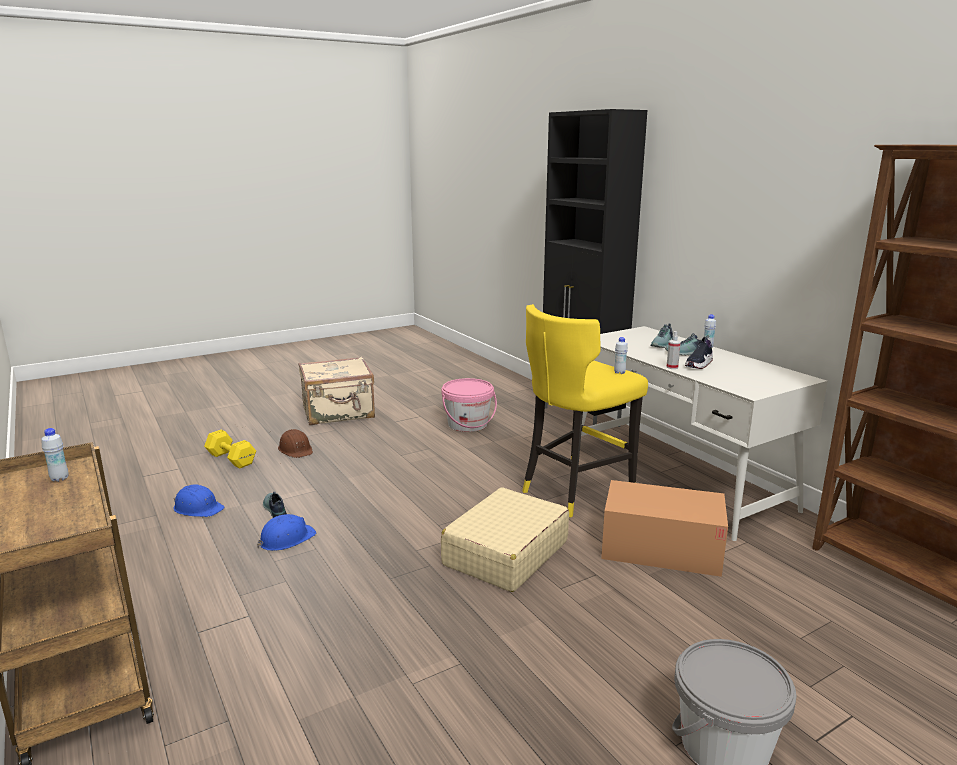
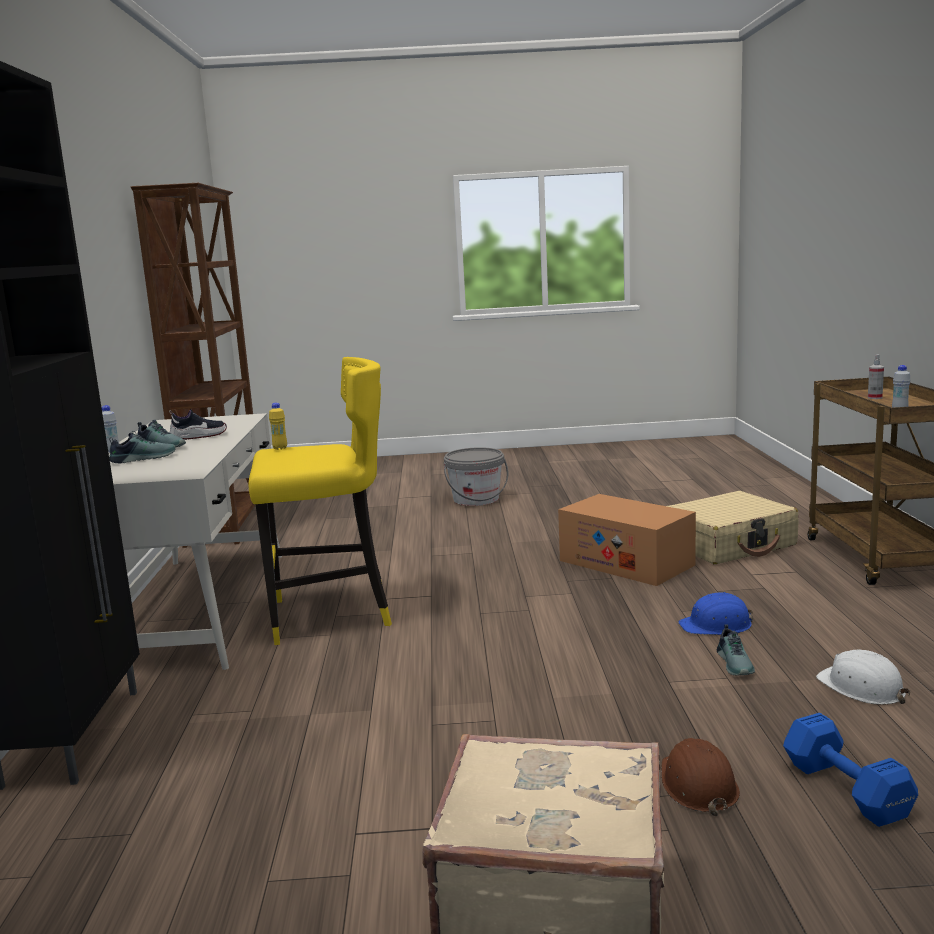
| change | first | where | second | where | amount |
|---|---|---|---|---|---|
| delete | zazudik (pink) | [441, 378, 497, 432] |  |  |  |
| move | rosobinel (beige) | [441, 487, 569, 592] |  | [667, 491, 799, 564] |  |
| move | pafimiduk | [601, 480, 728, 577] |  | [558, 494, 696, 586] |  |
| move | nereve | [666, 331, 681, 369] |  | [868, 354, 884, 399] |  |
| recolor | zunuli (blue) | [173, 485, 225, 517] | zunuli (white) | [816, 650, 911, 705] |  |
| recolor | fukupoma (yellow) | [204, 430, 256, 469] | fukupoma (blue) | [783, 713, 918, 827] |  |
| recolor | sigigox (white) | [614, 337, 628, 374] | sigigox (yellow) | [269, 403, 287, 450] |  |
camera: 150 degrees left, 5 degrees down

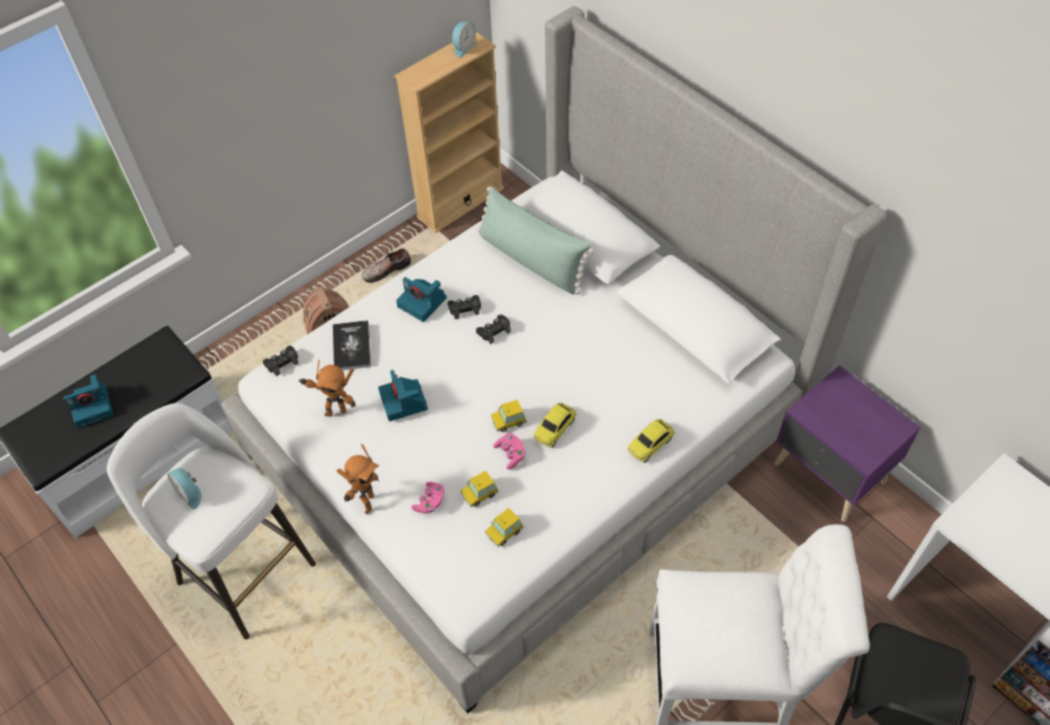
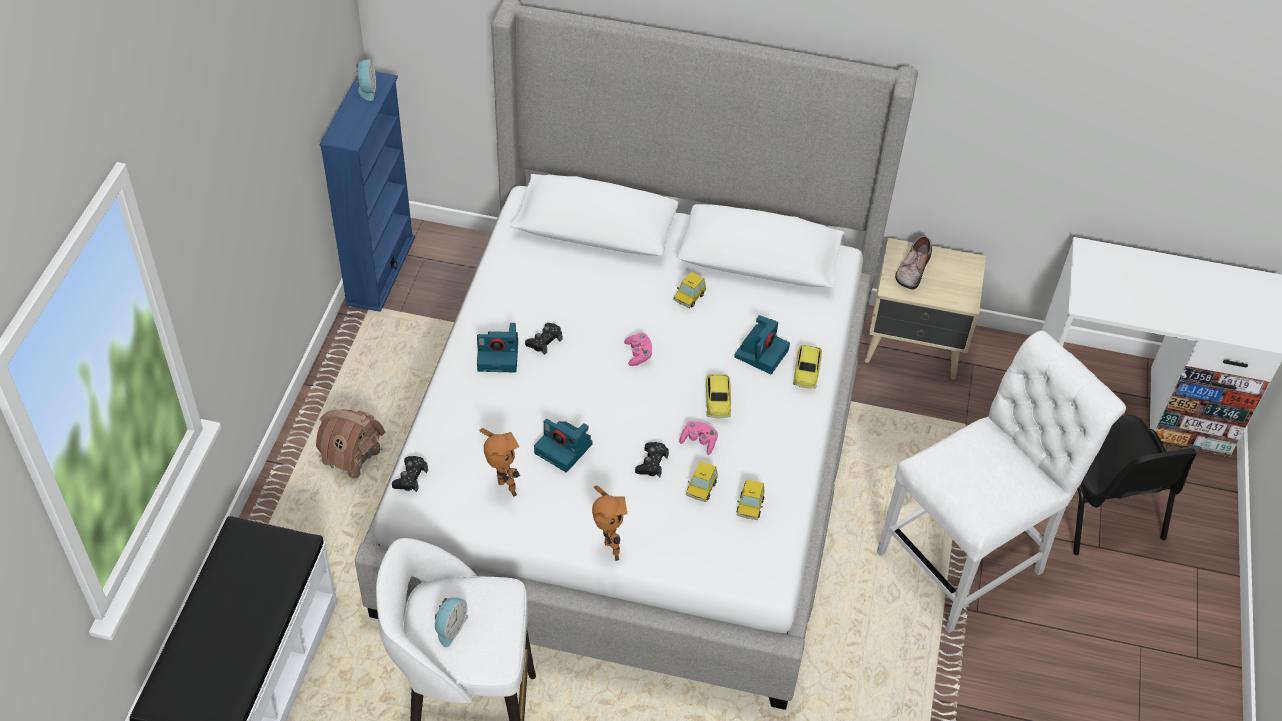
| change | first | where | second | where | amount |
|---|---|---|---|---|---|
| delete | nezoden | [333, 320, 371, 370] |  |  |  |
| delete | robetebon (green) | [477, 186, 594, 295] |  |  |  |
| move | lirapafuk | [63, 374, 113, 428] |  | [734, 315, 790, 374] |  |
| move | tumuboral | [362, 248, 411, 283] |  | [895, 236, 932, 290] |  |
| move | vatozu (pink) | [411, 482, 445, 513] |  | [624, 333, 652, 366] |  |
| move | vatozu (black) | [476, 315, 511, 344] |  | [635, 442, 669, 477] |  |
| move | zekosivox | [491, 400, 526, 432] |  | [673, 272, 706, 308] |  |
| recolor | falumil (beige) | [394, 32, 504, 233] | falumil (blue) | [320, 71, 415, 312] |  |
| recolor | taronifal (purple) | [775, 365, 921, 522] | taronifal (beige) | [865, 238, 986, 380] |  |
| rotate | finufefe | [168, 468, 201, 509] |  | [435, 597, 468, 647] | 75 degrees counterclockwise |
| rotate | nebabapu | [298, 360, 356, 417] |  | [479, 428, 520, 497] | 90 degrees counterclockwise |
camera: 40 degrees left, 5 degrees down

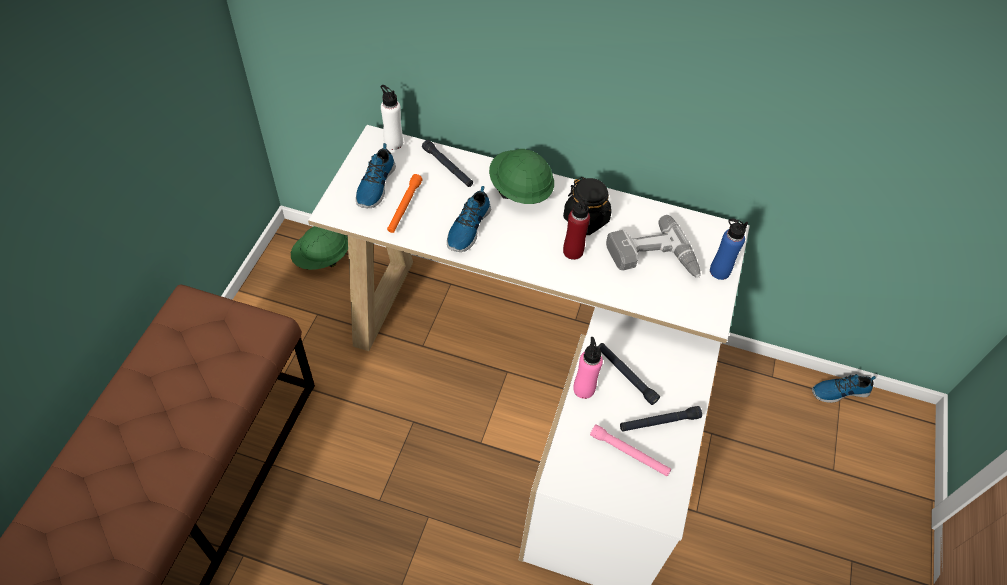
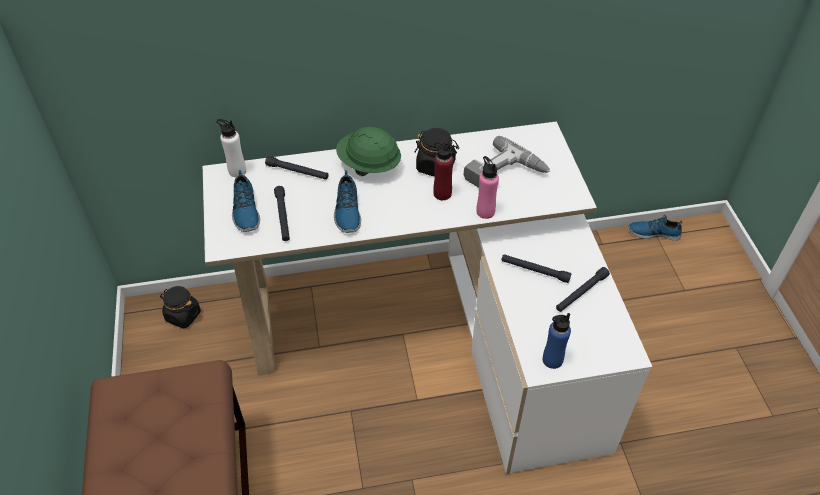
| change | first | where | second | where | amount |
|---|---|---|---|---|---|
| delete | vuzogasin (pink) | [590, 424, 671, 476] |  |  |  |
| move | sigigox (pink) | [573, 337, 603, 399] |  | [476, 156, 499, 219] |  |
| move | sigigox (blue) | [710, 219, 748, 280] |  | [543, 313, 571, 369] |  |
| replace | zunuli (green) | [291, 226, 348, 270] | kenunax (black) | [160, 286, 201, 329] |  |
| recolor | vuzogasin (orange) | [387, 174, 422, 233] | vuzogasin (black) | [274, 186, 290, 241] |  |
| rotate | tumuboral | [812, 374, 876, 403] |  | [629, 215, 682, 241] | 45 degrees clockwise |
camera: 25 degrees left, 5 degrees down

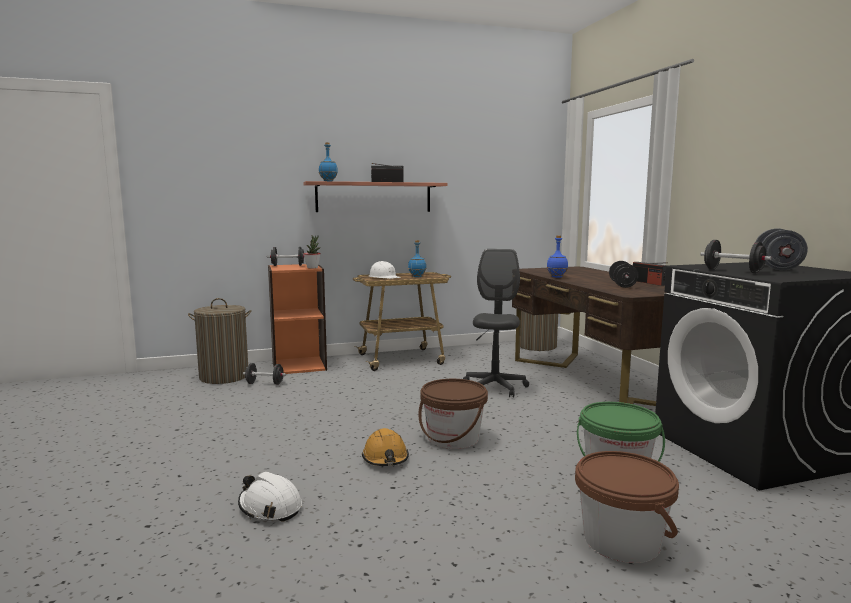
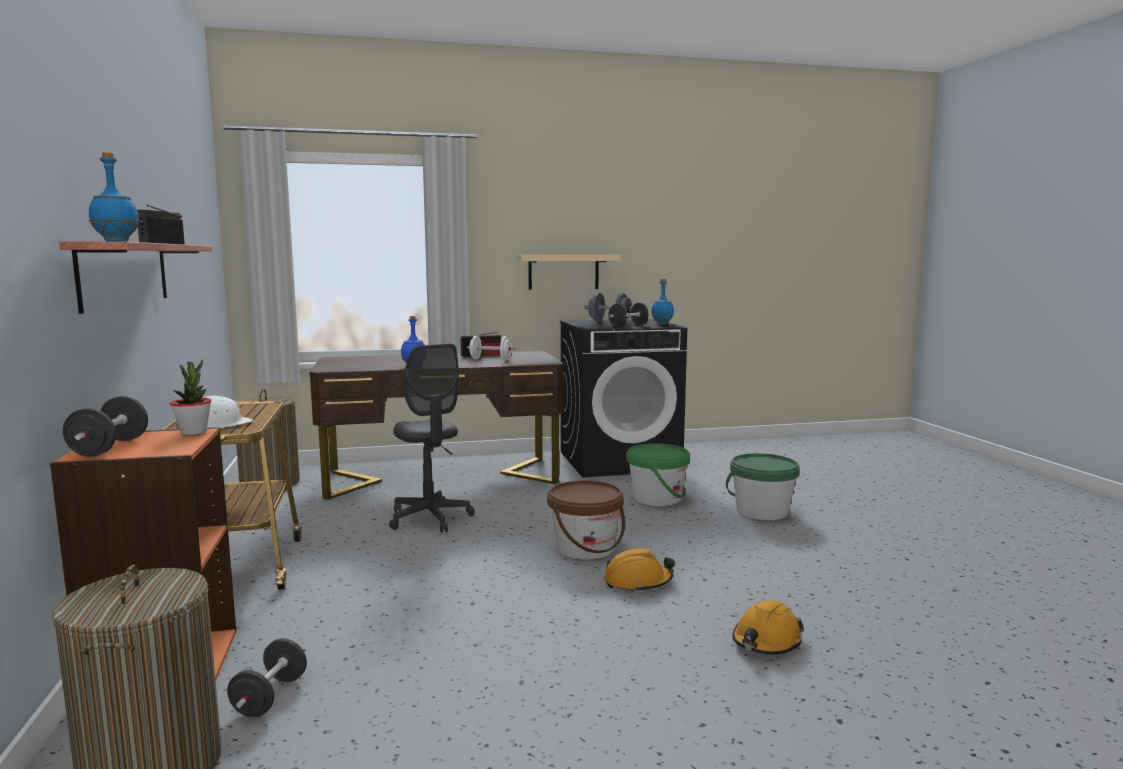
| change | first | where | second | where | amount |
|---|---|---|---|---|---|
| insert |  |  | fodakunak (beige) | [516, 255, 621, 290] |  |
| move | sigigox (blue) | [408, 240, 427, 277] |  | [651, 279, 674, 325] |  |
| recolor | zunuli (white) | [238, 472, 302, 522] | zunuli (orange) | [732, 600, 804, 655] |  |
| recolor | zazudik (brown) | [575, 451, 679, 563] | zazudik (green) | [726, 453, 800, 521] |  |
| recolor | fukupoma (black) | [609, 261, 639, 288] | fukupoma (white) | [467, 336, 515, 361] |  |
| rotate | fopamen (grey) | [463, 249, 529, 398] |  | [389, 344, 475, 533] | 135 degrees counterclockwise |
camera: 85 degrees left, 0 degrees up

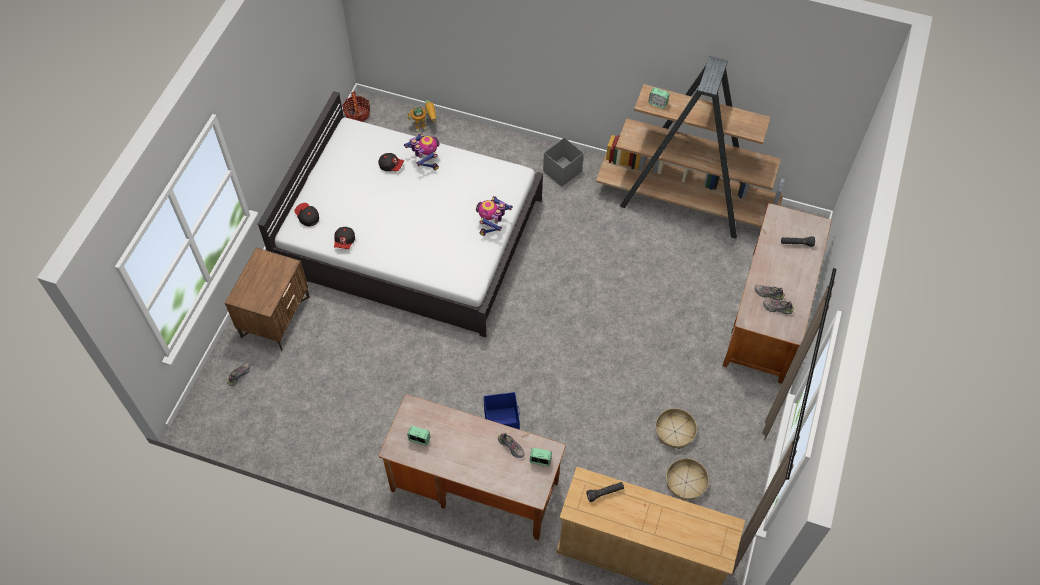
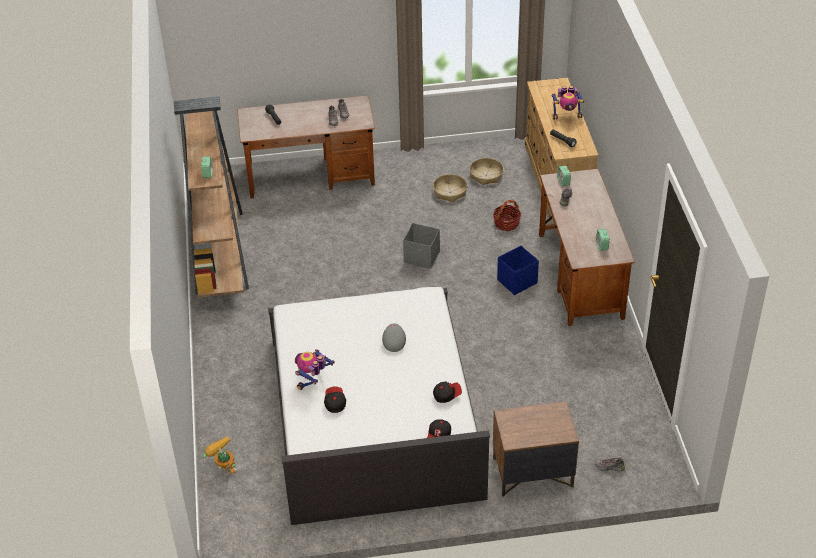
| change | first | where | second | where | amount |
|---|---|---|---|---|---|
| insert |  |  | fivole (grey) | [382, 324, 406, 352] |  |
| move | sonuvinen | [342, 91, 370, 122] |  | [493, 200, 521, 231] |  |
| move | nebabapu | [476, 196, 513, 236] |  | [551, 86, 585, 120] |  |
| move | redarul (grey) | [543, 137, 584, 187] |  | [403, 223, 440, 269] |  |
camera: 115 degrees left, 15 degrees down

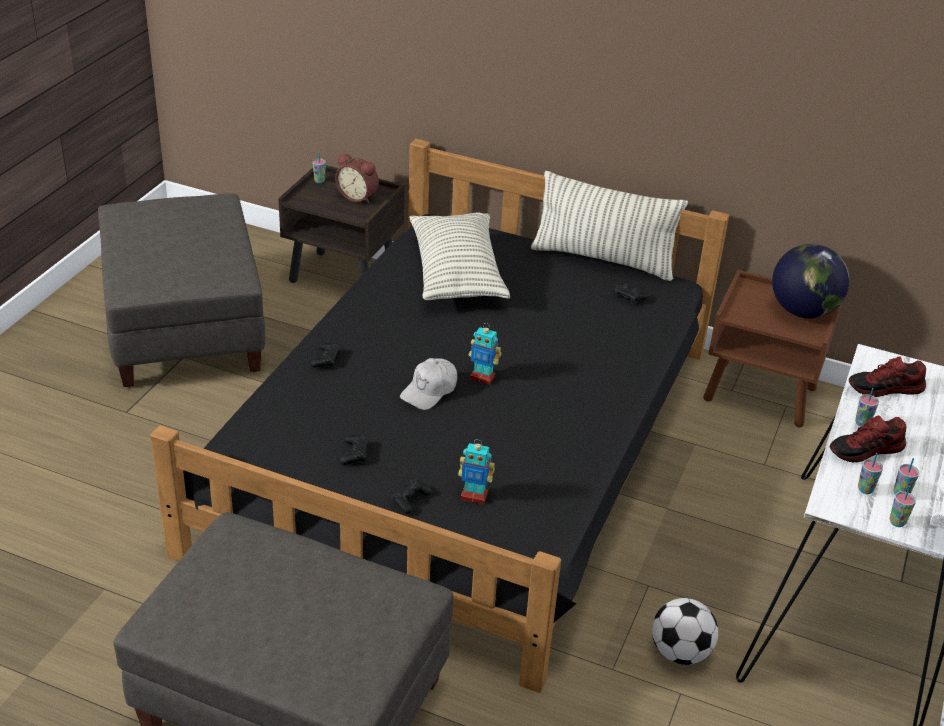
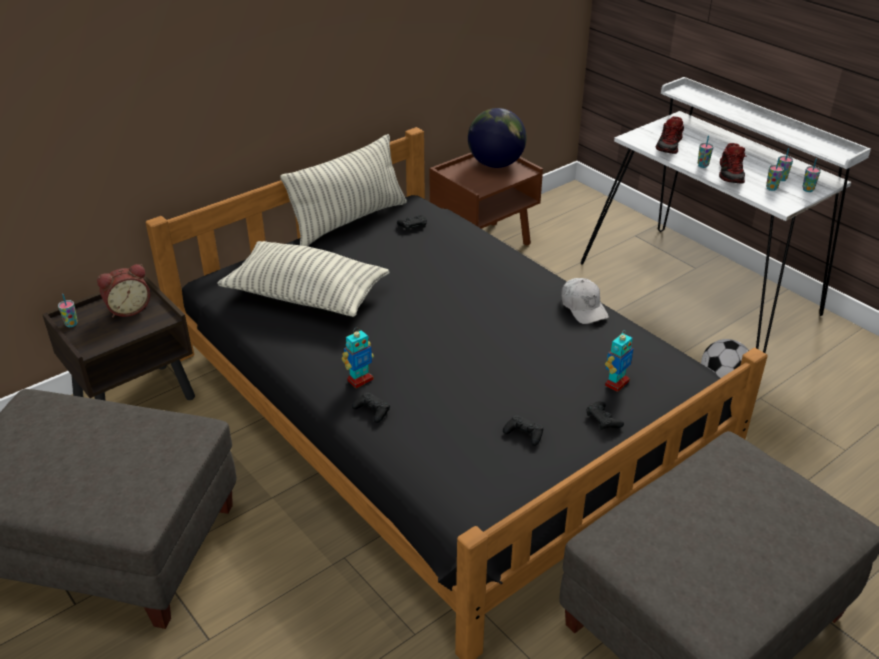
| change | first | where | second | where | amount |
|---|---|---|---|---|---|
| move | fivole (white) | [400, 358, 457, 410] |  | [561, 278, 609, 324] |  |
| move | nebabapu | [469, 323, 501, 385] |  | [342, 327, 374, 388] |  |
camera: 60 degrees left, 0 degrees up

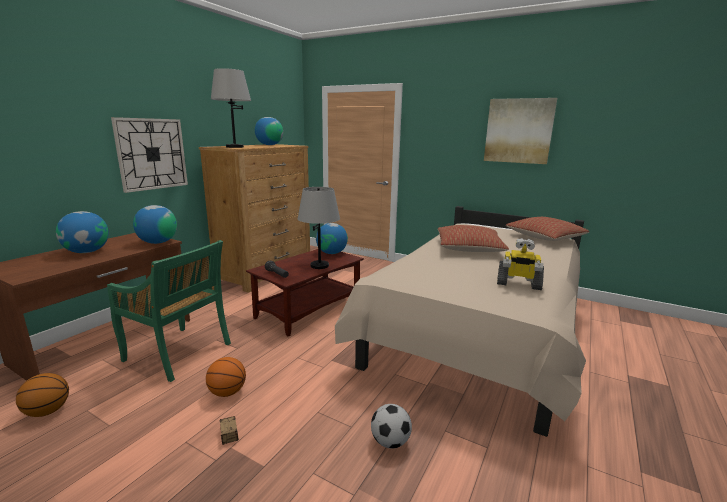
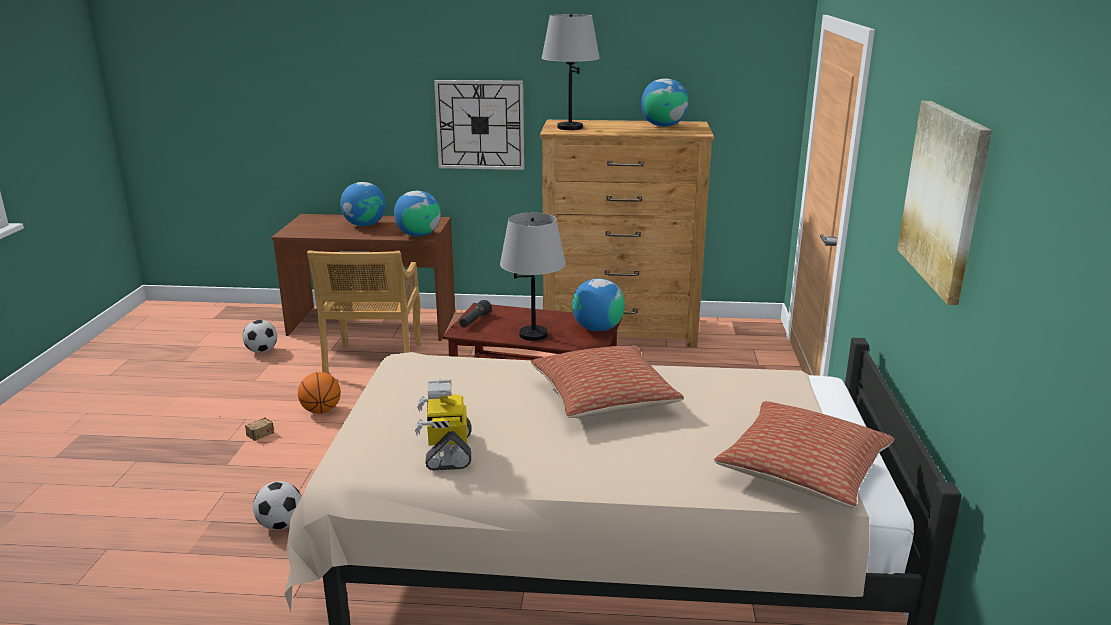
| change | first | where | second | where | amount |
|---|---|---|---|---|---|
| replace | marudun | [16, 373, 69, 417] | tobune | [242, 320, 277, 353] |  |
| recolor | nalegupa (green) | [107, 240, 231, 382] | nalegupa (beige) | [307, 250, 421, 374] |  |
camera: 65 degrees right, 5 degrees up

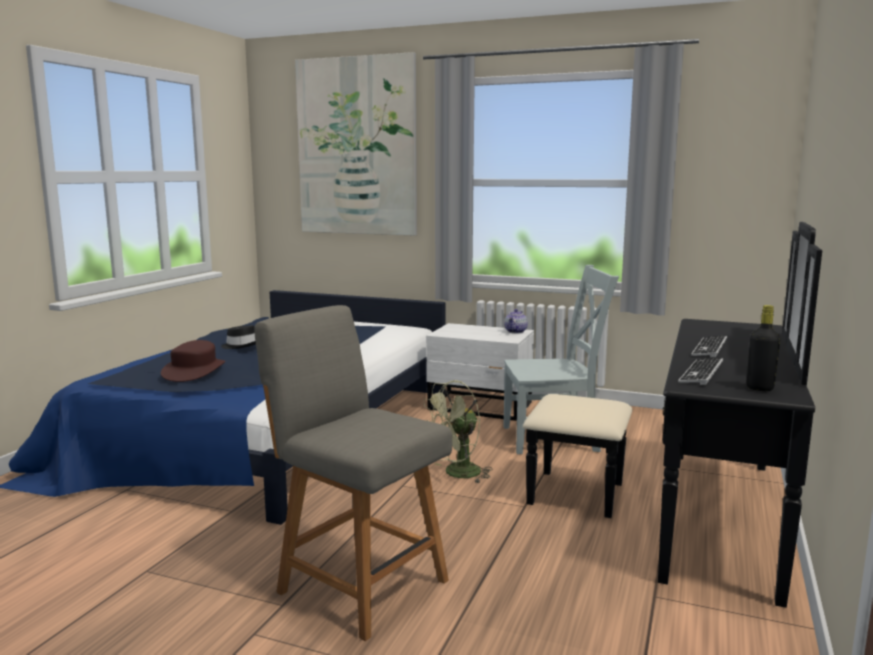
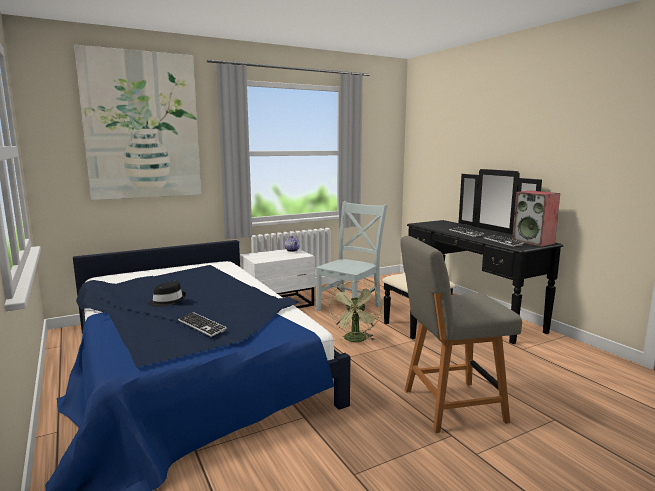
| change | first | where | second | where | amount |
|---|---|---|---|---|---|
| replace | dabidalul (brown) | [161, 340, 225, 382] | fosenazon | [178, 312, 227, 337] |  |
| replace | sigigox (black) | [747, 305, 780, 391] | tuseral | [512, 191, 560, 247] |  |
camera: 50 degrees left, 0 degrees up

